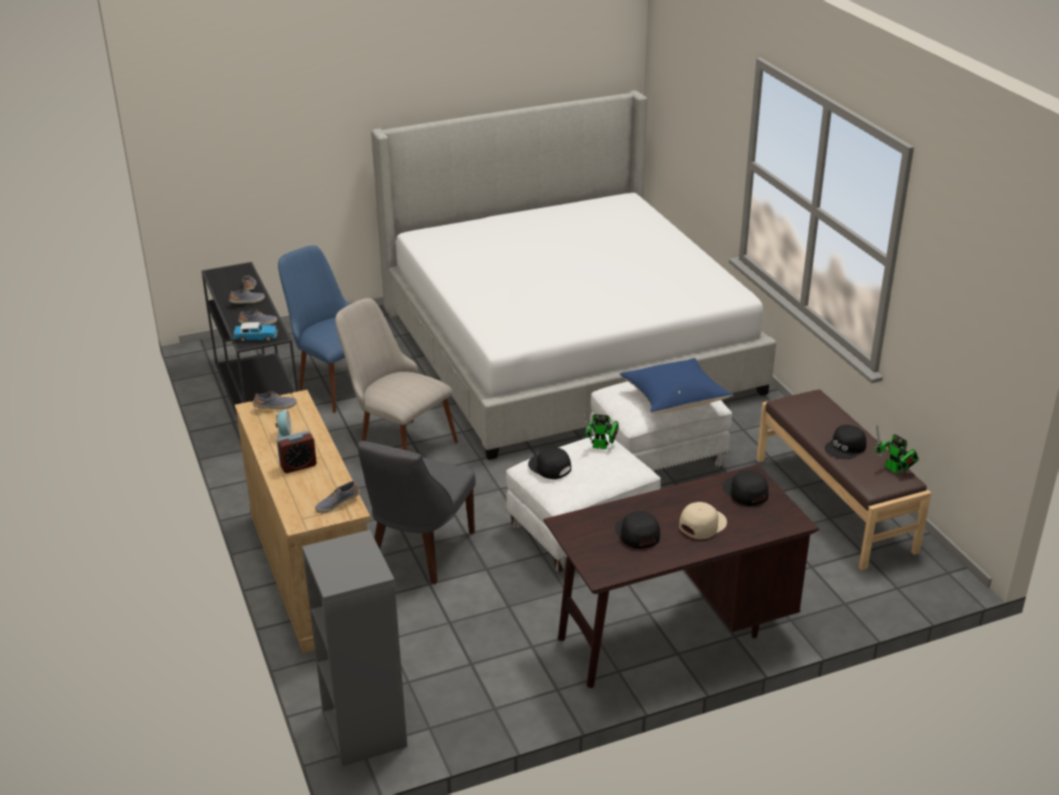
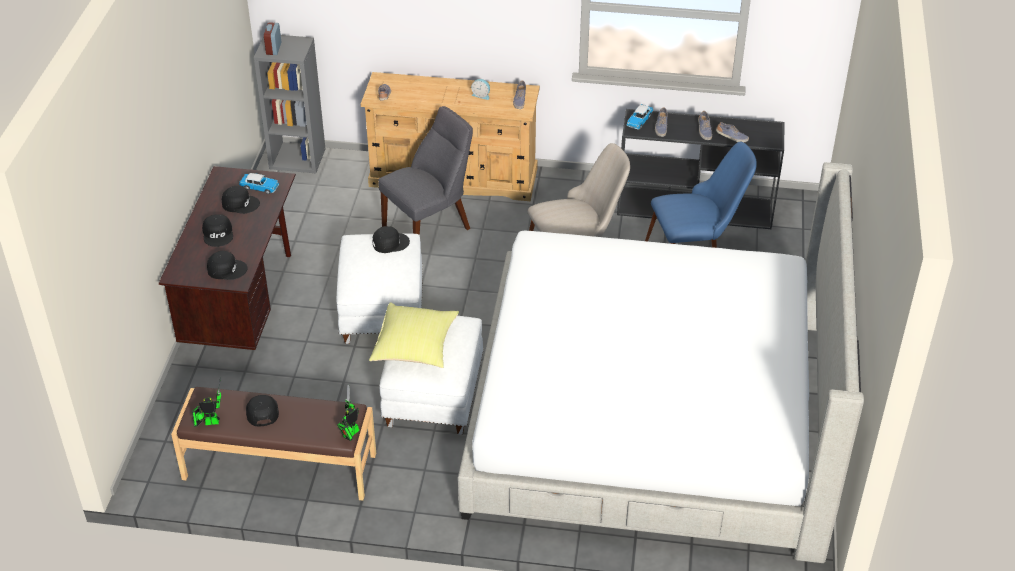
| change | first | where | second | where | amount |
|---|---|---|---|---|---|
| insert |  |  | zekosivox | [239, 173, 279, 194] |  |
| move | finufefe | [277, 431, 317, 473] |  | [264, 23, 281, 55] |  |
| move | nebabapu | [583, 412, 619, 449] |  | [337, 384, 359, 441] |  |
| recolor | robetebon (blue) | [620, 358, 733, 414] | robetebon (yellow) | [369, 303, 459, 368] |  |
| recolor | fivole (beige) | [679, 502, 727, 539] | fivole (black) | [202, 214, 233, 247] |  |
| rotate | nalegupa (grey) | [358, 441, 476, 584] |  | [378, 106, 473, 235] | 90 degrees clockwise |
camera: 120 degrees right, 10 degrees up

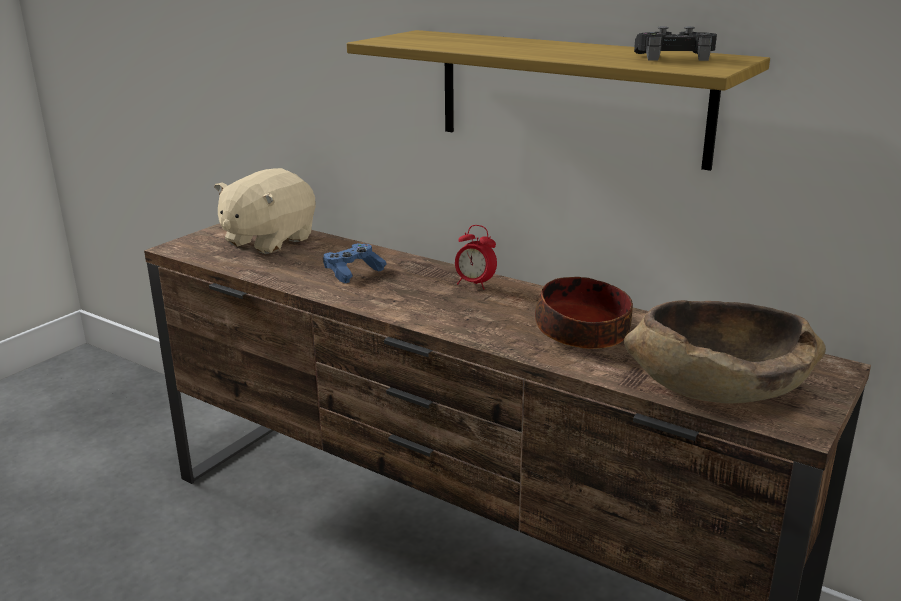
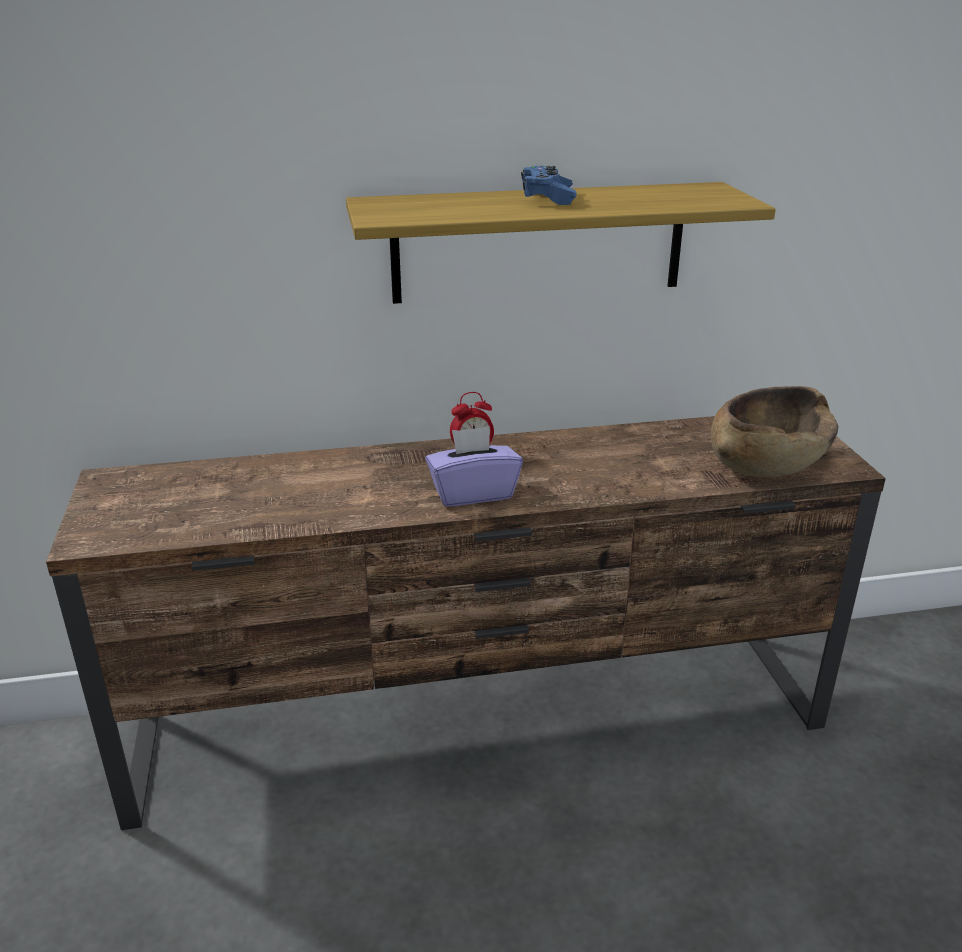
| change | first | where | second | where | amount |
|---|---|---|---|---|---|
| delete | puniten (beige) | [214, 168, 316, 254] |  |  |  |
| delete | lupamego | [535, 277, 633, 349] |  |  |  |
| delete | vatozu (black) | [634, 26, 717, 61] |  |  |  |
| insert |  |  | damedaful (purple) | [425, 427, 523, 507] |  |
| move | vatozu (blue) | [323, 243, 387, 283] |  | [521, 166, 577, 205] |  |
camera: 45 degrees left, 5 degrees up

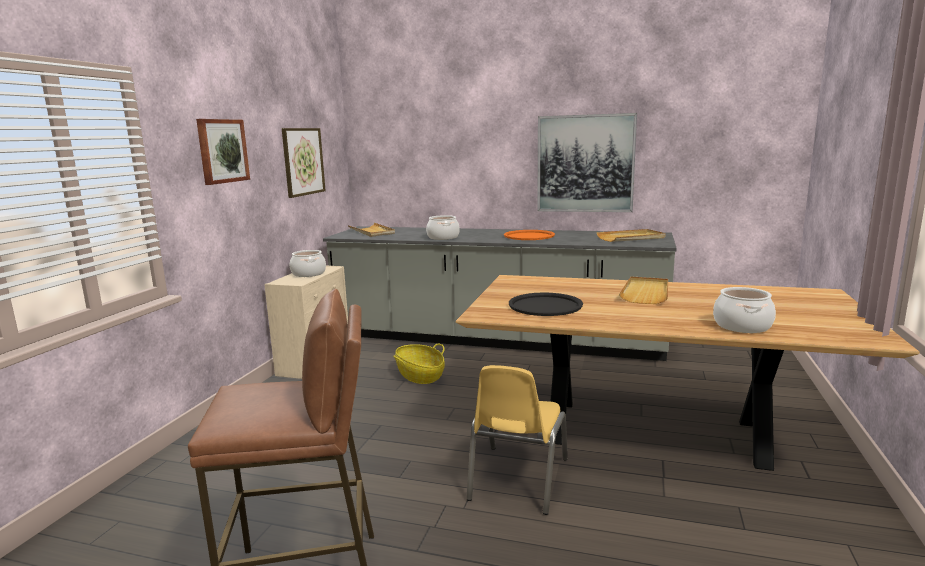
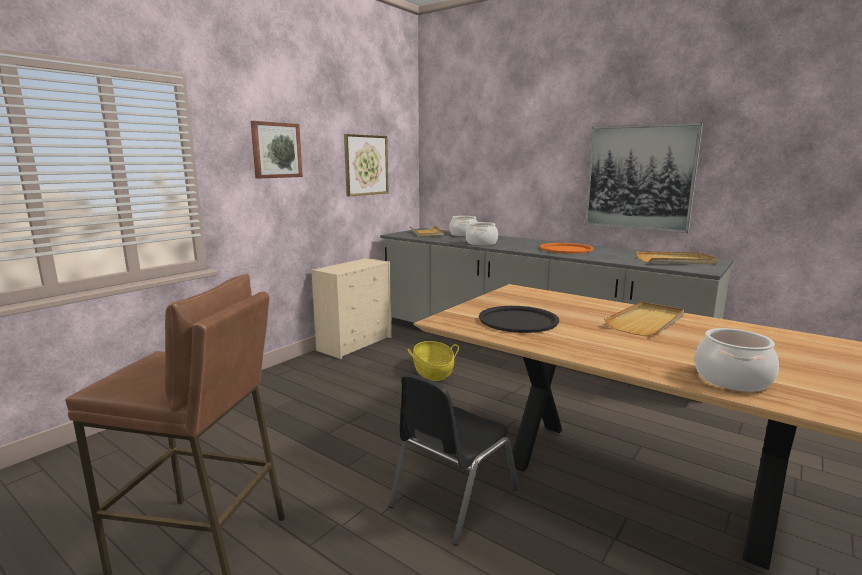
| change | first | where | second | where | amount |
|---|---|---|---|---|---|
| move | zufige | [290, 250, 326, 277] |  | [450, 216, 477, 237] |  |
| recolor | nalegupa (yellow) | [466, 365, 568, 515] | nalegupa (black) | [389, 374, 519, 546] |  |
camera: 20 degrees right, 0 degrees up

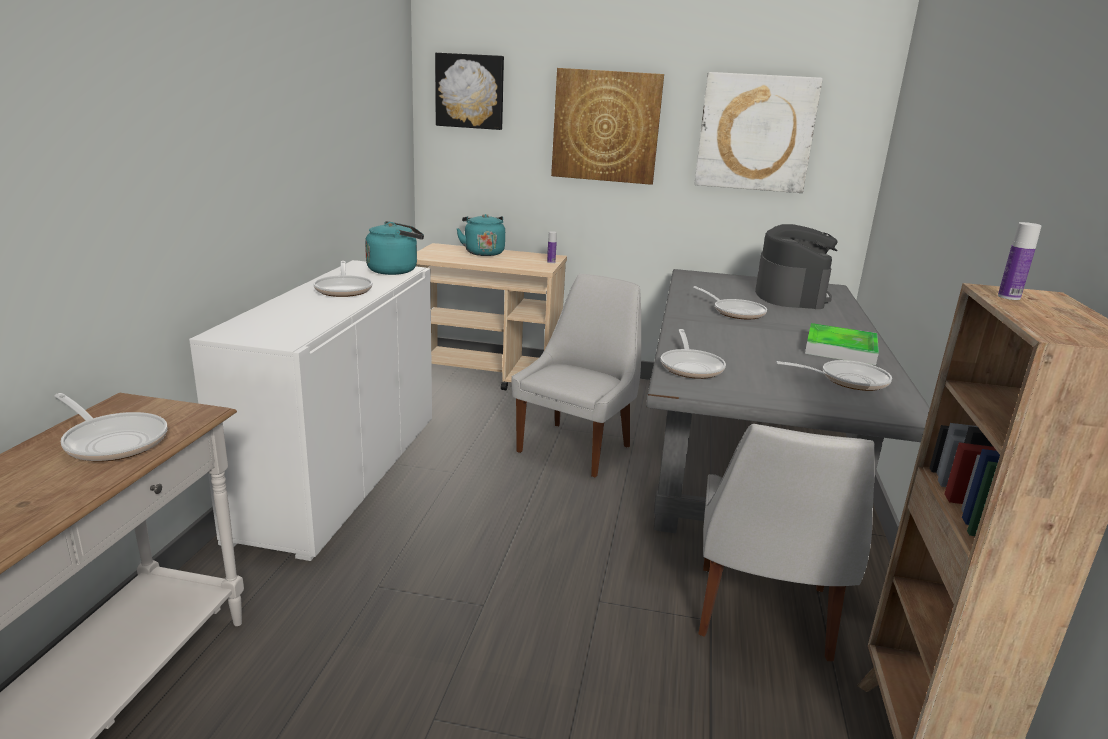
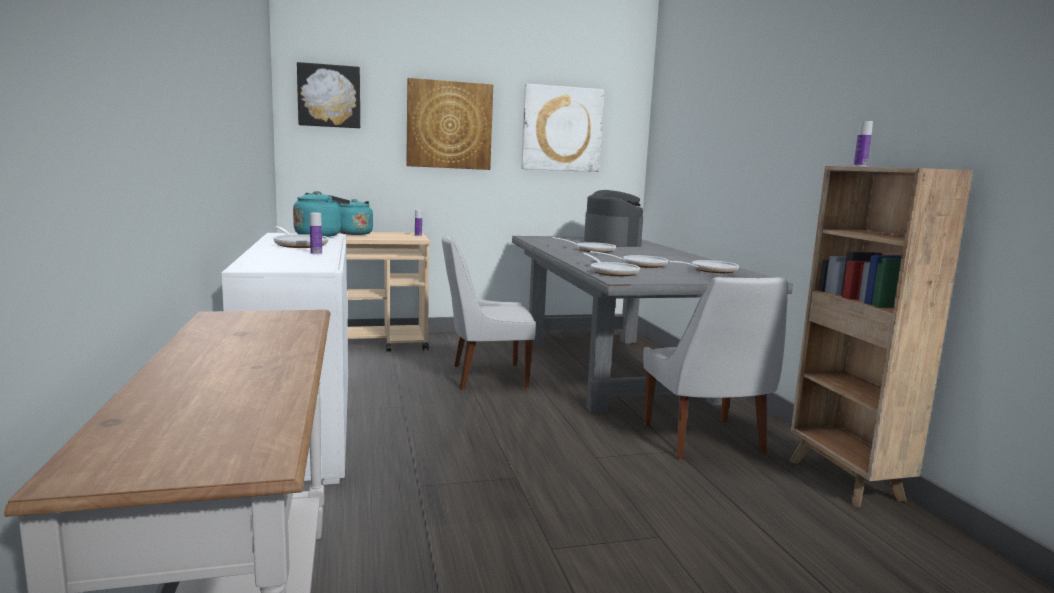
| change | first | where | second | where | amount |
|---|---|---|---|---|---|
| delete | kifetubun | [805, 323, 879, 365] |  |  |  |
| insert |  |  | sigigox | [310, 213, 322, 255] |  |
| move | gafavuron | [54, 393, 167, 462] |  | [590, 251, 668, 268] |  |
| rotate | nalegupa (white) | [511, 274, 641, 478] |  | [442, 234, 536, 390] | 105 degrees counterclockwise |
camera: 25 degrees left, 10 degrees down

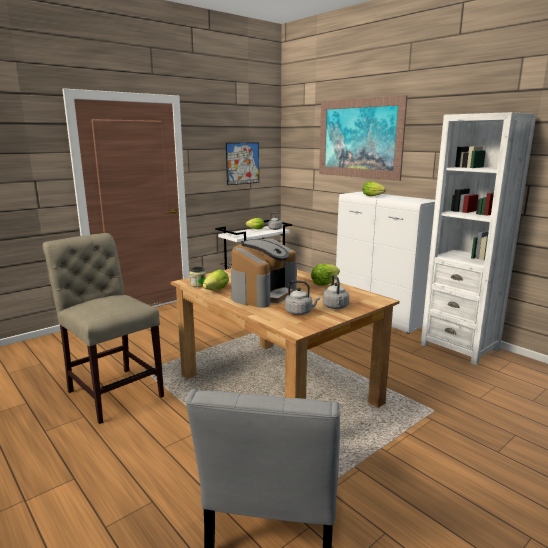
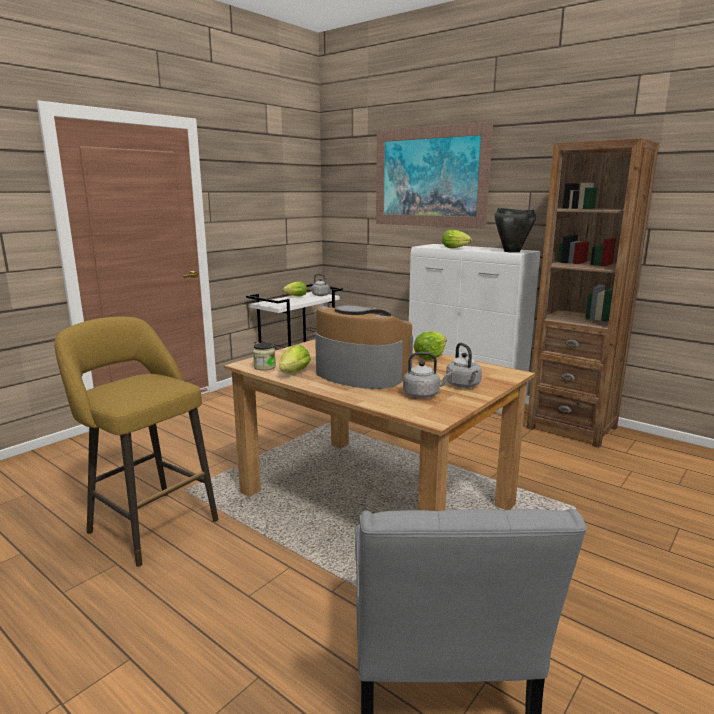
| change | first | where | second | where | amount |
|---|---|---|---|---|---|
| delete | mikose | [226, 142, 259, 185] |  |  |  |
| insert |  |  | zufige (black) | [494, 208, 536, 253] |  |
| replace | nalegupa (beige) | [42, 233, 164, 424] | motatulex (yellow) | [54, 317, 218, 567] |  |
| recolor | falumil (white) | [421, 112, 536, 365] | falumil (brown) | [526, 138, 659, 448] |  |
| rotate | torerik | [231, 239, 297, 308] |  | [315, 305, 413, 389] | 75 degrees counterclockwise |
camera: 10 degrees left, 0 degrees up

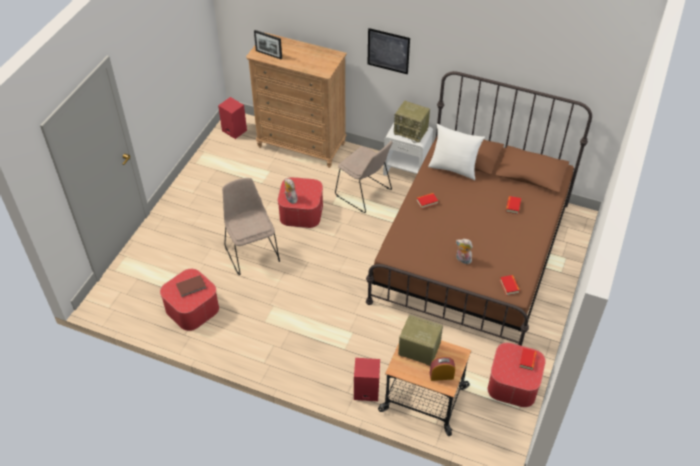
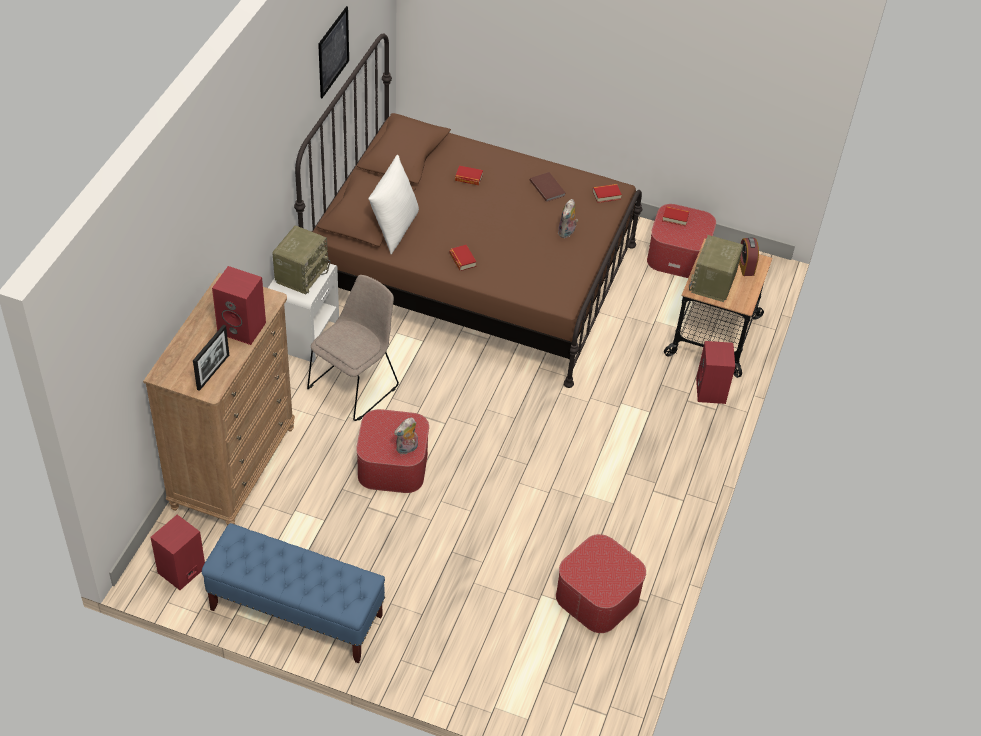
| change | first | where | second | where | amount |
|---|---|---|---|---|---|
| delete | nalegupa (beige) | [222, 178, 280, 275] |  |  |  |
| insert |  |  | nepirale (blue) | [202, 523, 385, 663] |  |
| insert |  |  | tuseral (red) | [212, 266, 266, 345] |  |
| move | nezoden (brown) | [176, 275, 206, 297] |  | [530, 172, 566, 202] |  |
| move | mikose | [368, 28, 410, 75] |  | [318, 6, 349, 98] |  |
camera: 95 degrees left, 0 degrees up

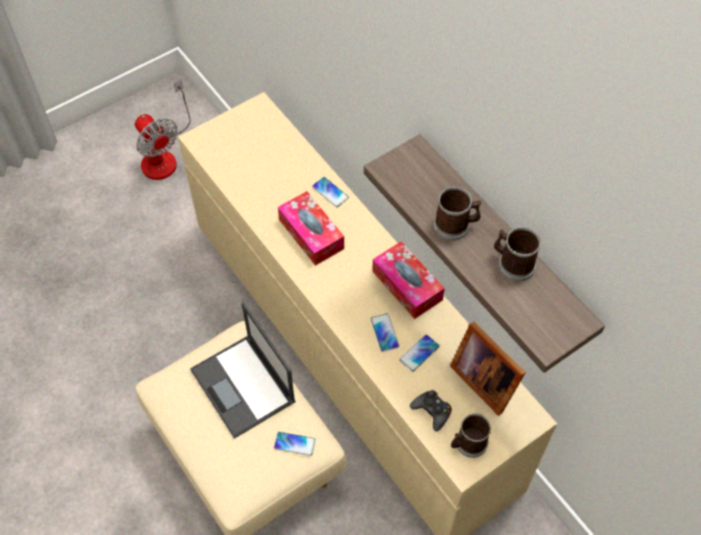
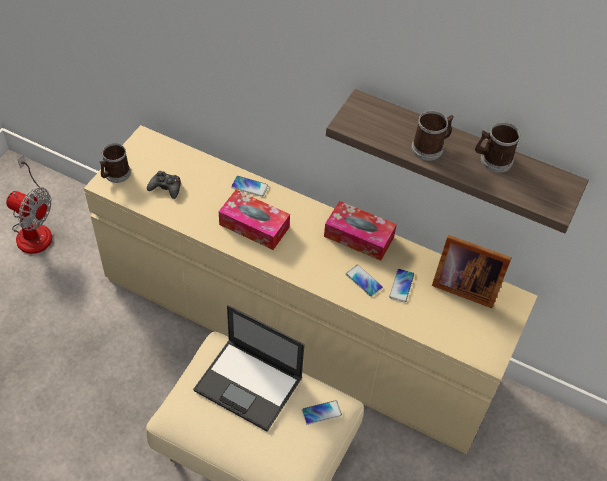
| change | first | where | second | where | amount |
|---|---|---|---|---|---|
| move | vatozu (black) | [410, 390, 452, 431] |  | [147, 171, 181, 199] |  |
| move | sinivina | [451, 413, 491, 458] |  | [99, 143, 131, 183] |  |
camera: 30 degrees left, 5 degrees down

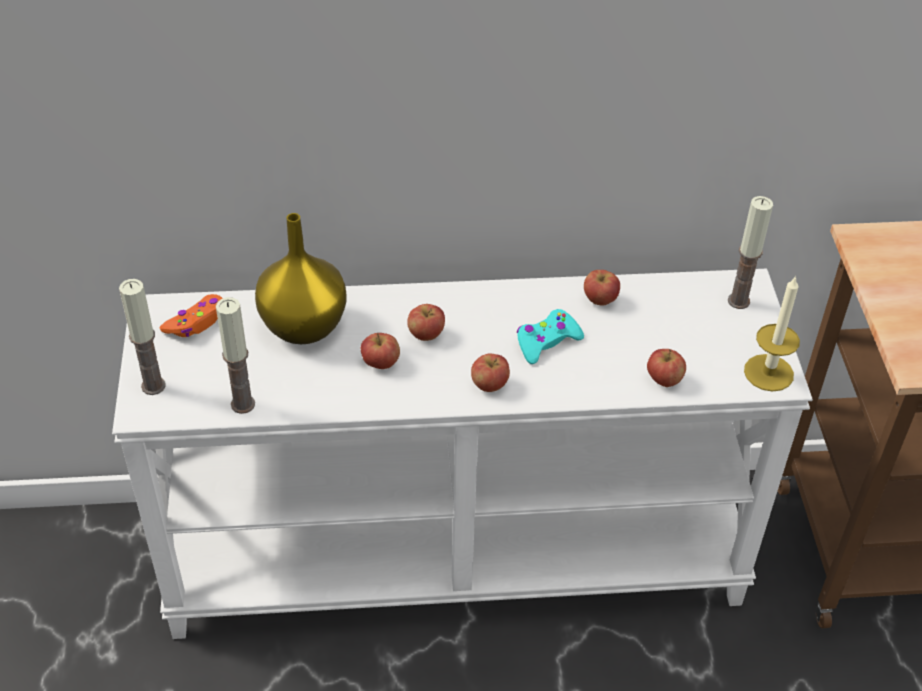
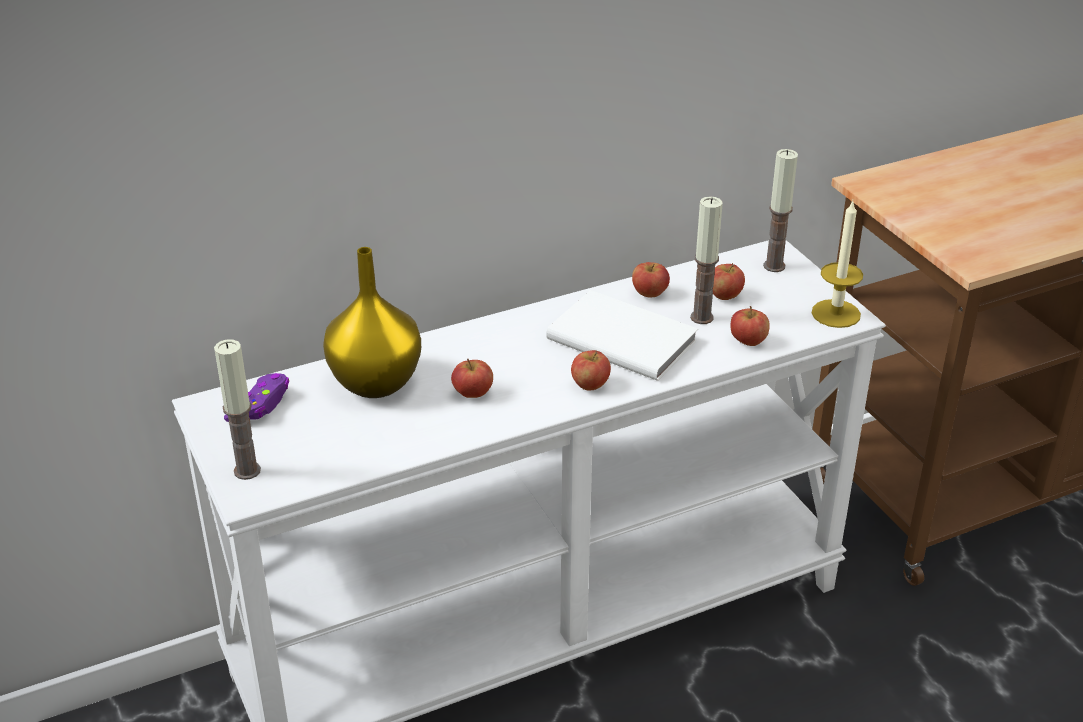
| change | first | where | second | where | amount |
|---|---|---|---|---|---|
| move | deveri | [216, 297, 255, 414] |  | [690, 196, 723, 324] |  |
| move | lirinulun | [407, 304, 445, 341] |  | [713, 263, 745, 300] |  |
| replace | vatozu (turquoise) | [517, 309, 584, 364] | nezoden (white) | [546, 290, 698, 381] |  |
| recolor | vatozu (orange) | [160, 294, 223, 337] | vatozu (purple) | [224, 373, 289, 422] |  |
camera: 20 degrees left, 10 degrees down

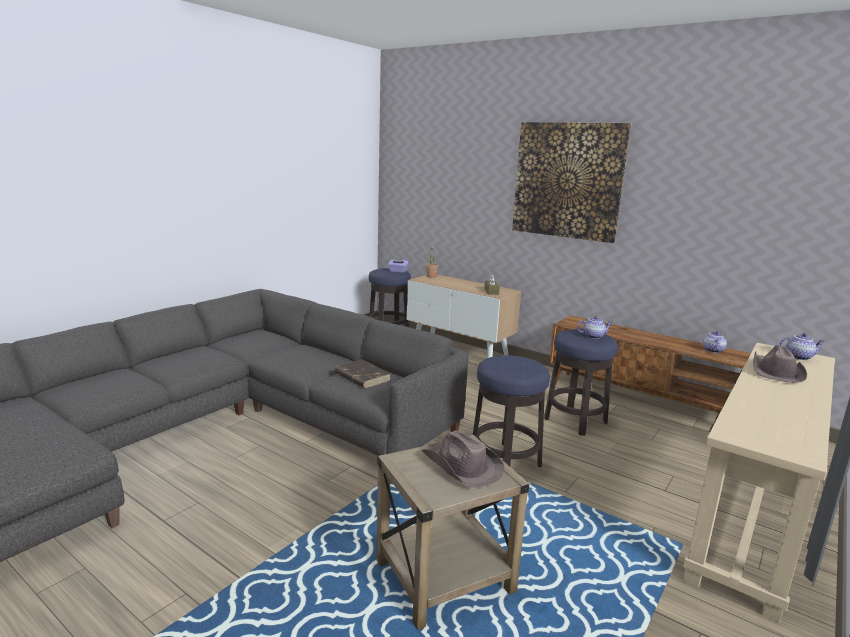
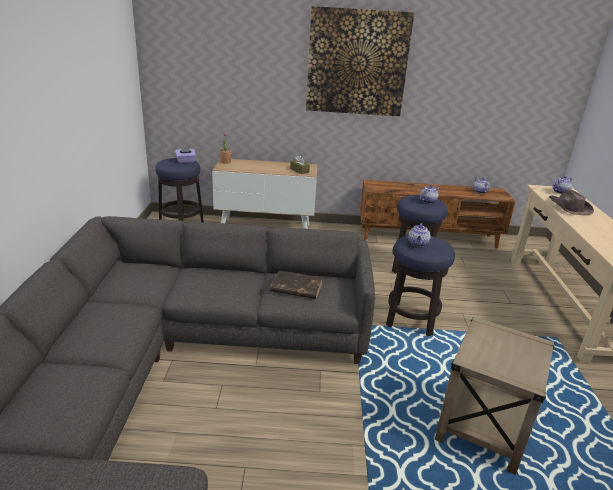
| change | first | where | second | where | amount |
|---|---|---|---|---|---|
| delete | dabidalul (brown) | [422, 430, 505, 488] |  |  |  |
| insert |  |  | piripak | [408, 223, 431, 247] |  |
camera: 35 degrees left, 10 degrees up

